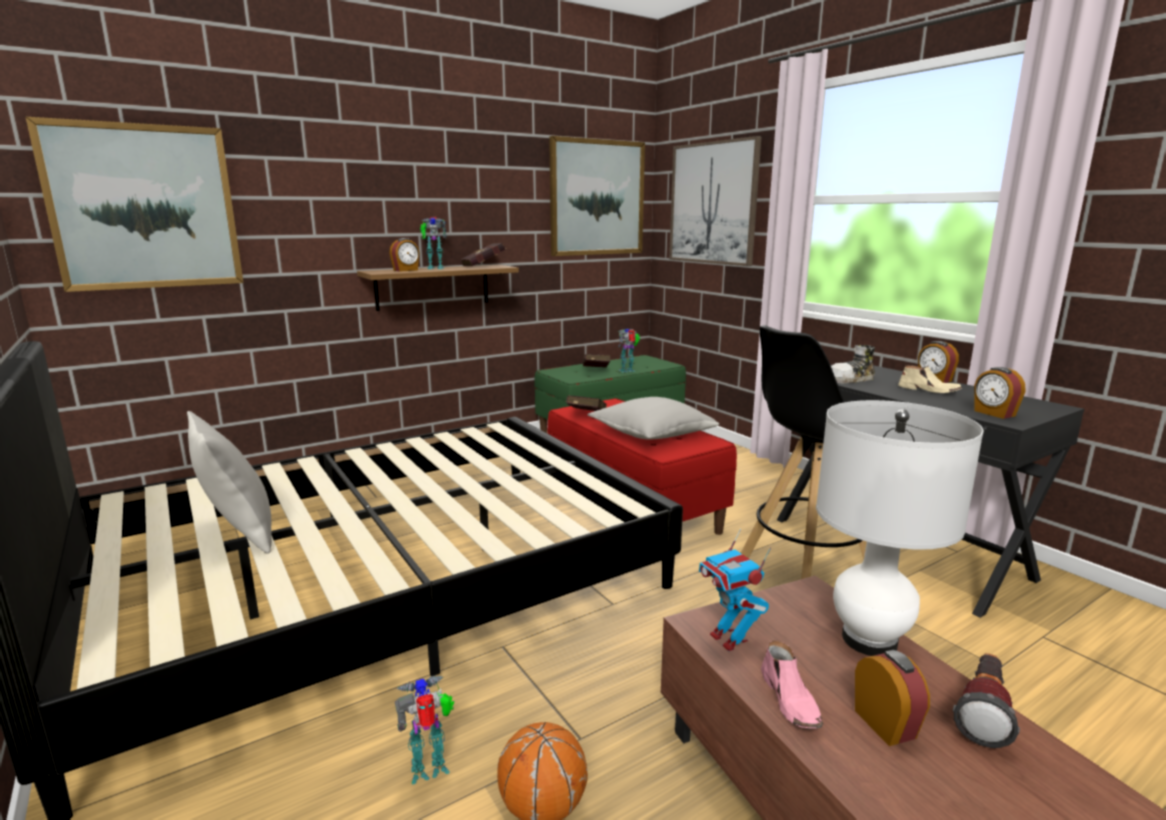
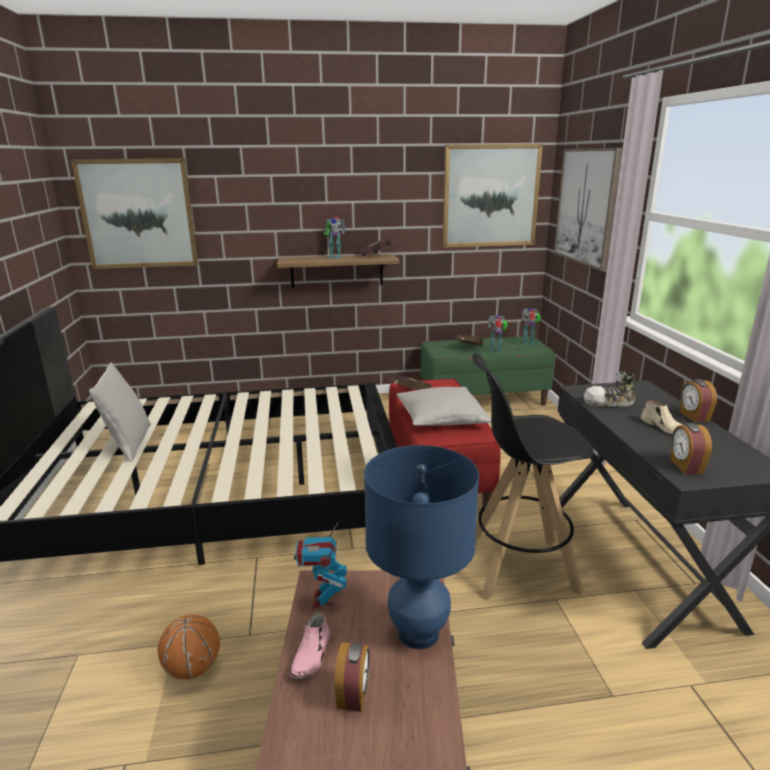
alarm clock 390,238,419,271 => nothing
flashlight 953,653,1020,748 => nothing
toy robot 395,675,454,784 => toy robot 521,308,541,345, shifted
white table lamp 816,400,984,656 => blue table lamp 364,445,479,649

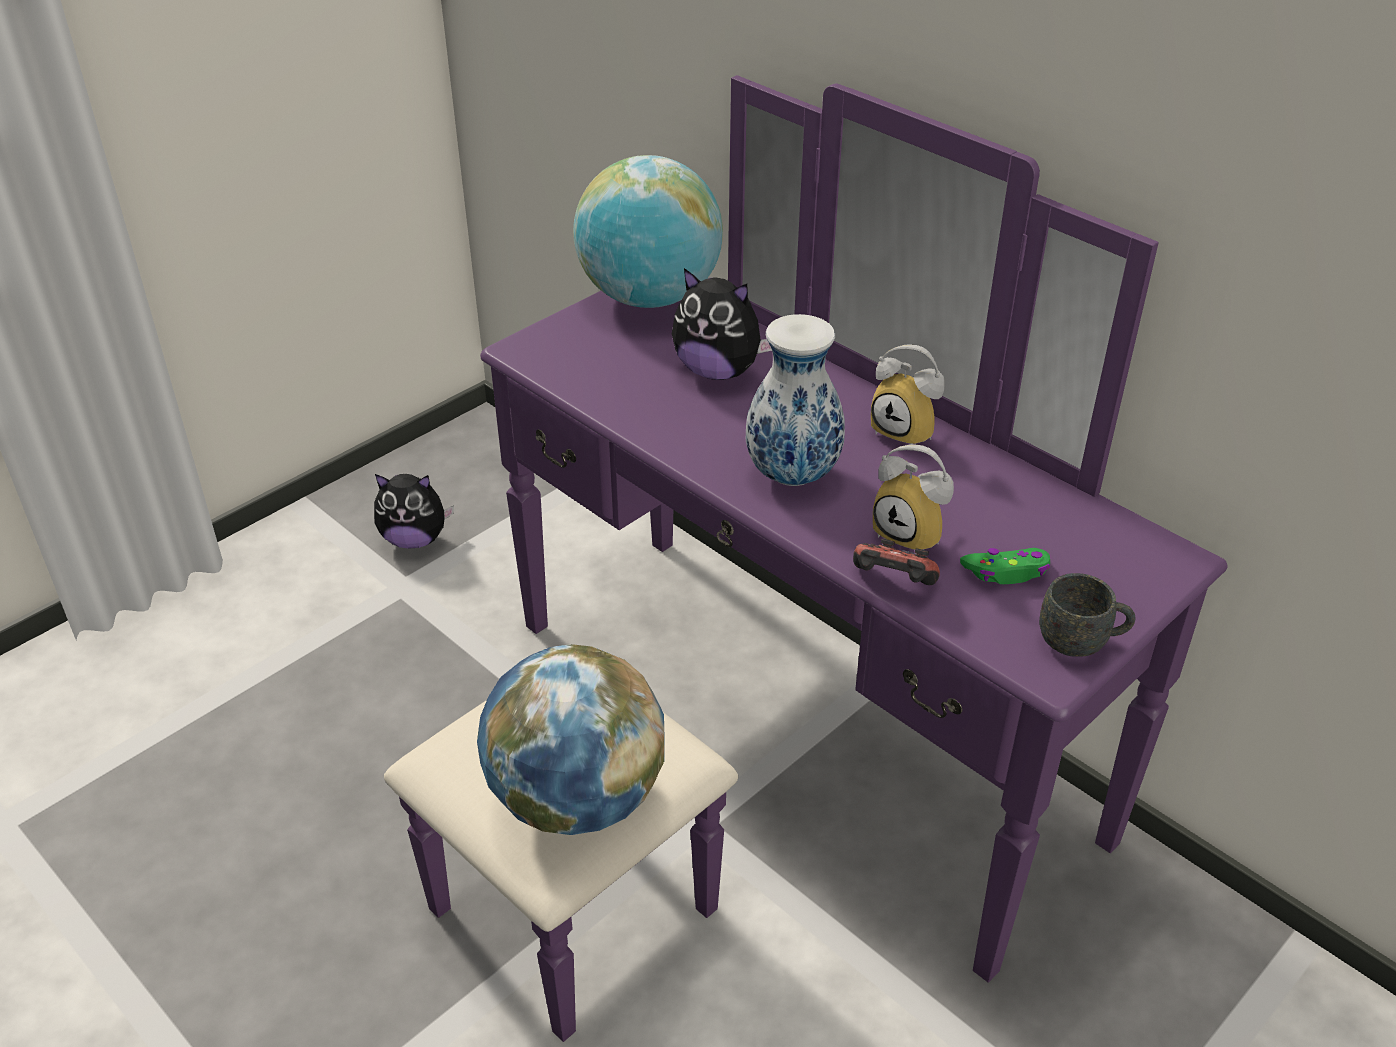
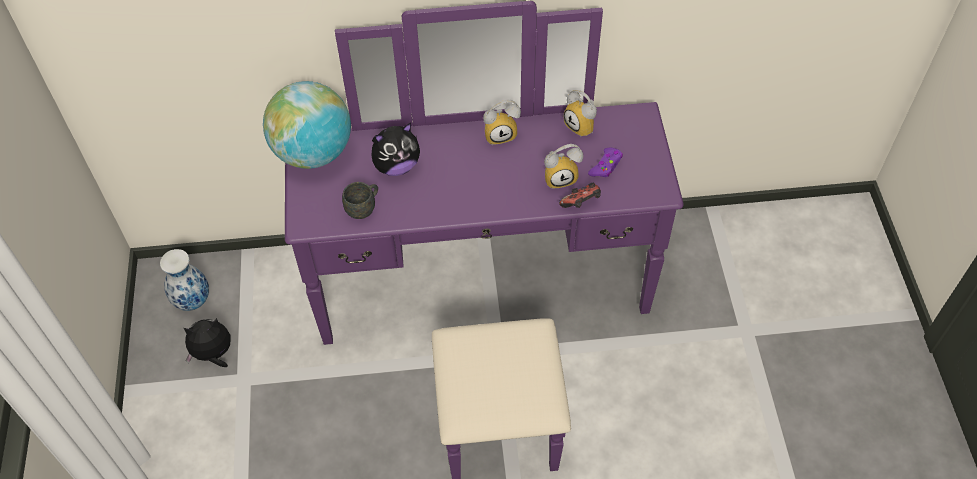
globe 477,644,664,835 => nothing
nothing => alarm clock 564,90,597,137
vase 746,314,845,486 => vase 160,249,209,311, shifted
grey mug 1039,573,1136,657 => grey mug 342,182,378,219, shifted
green game controller 960,548,1050,584 => purple game controller 588,148,623,177
plush toy 374,474,454,549 => plush toy 184,318,230,367, 150 degrees counterclockwise

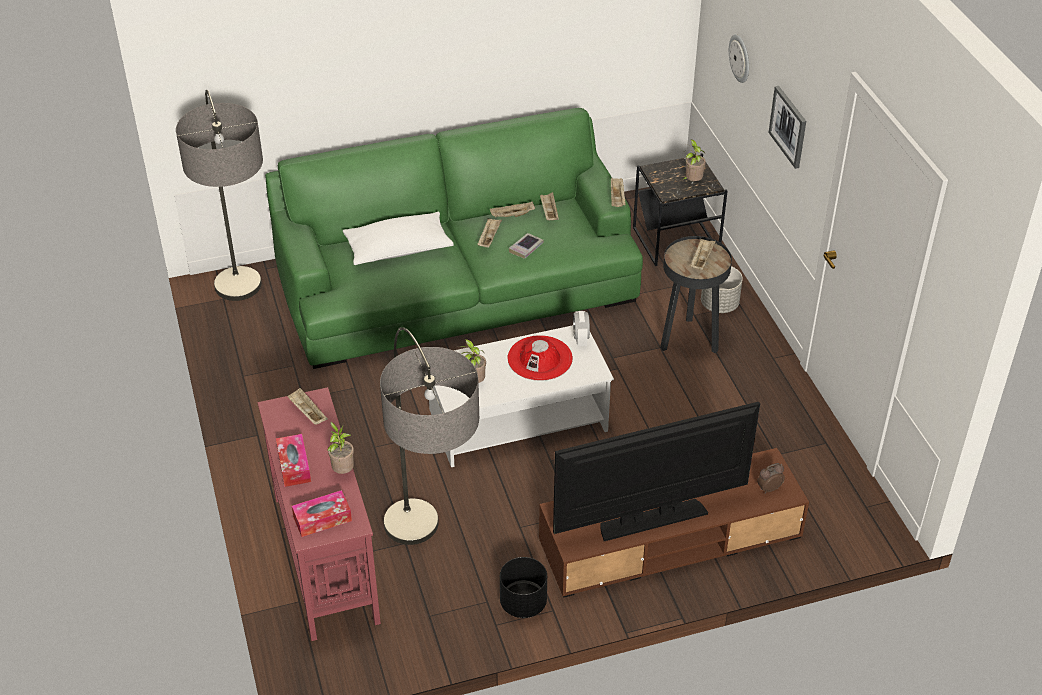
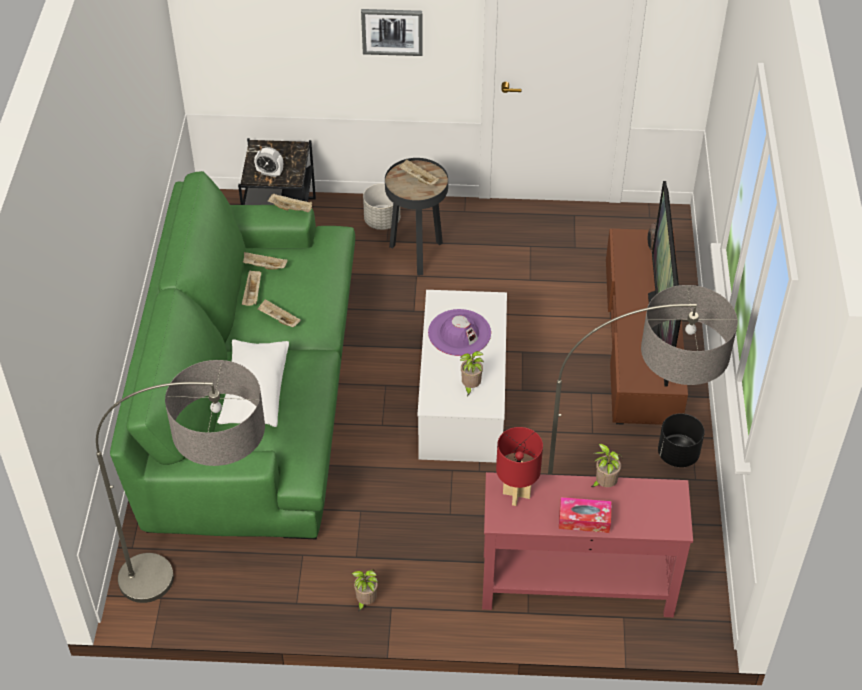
tissue box 292,490,352,537 => nothing
book 509,233,544,259 => nothing
wall clock 729,34,749,83 => nothing
alarm clock 573,311,590,346 => alarm clock 254,147,283,177, shifted
potted plant 682,139,706,181 => potted plant 351,569,378,612, shifted
beige tray 287,388,328,425 => red table lamp 496,427,543,506
red hat 508,335,573,381 => purple hat 428,309,491,356

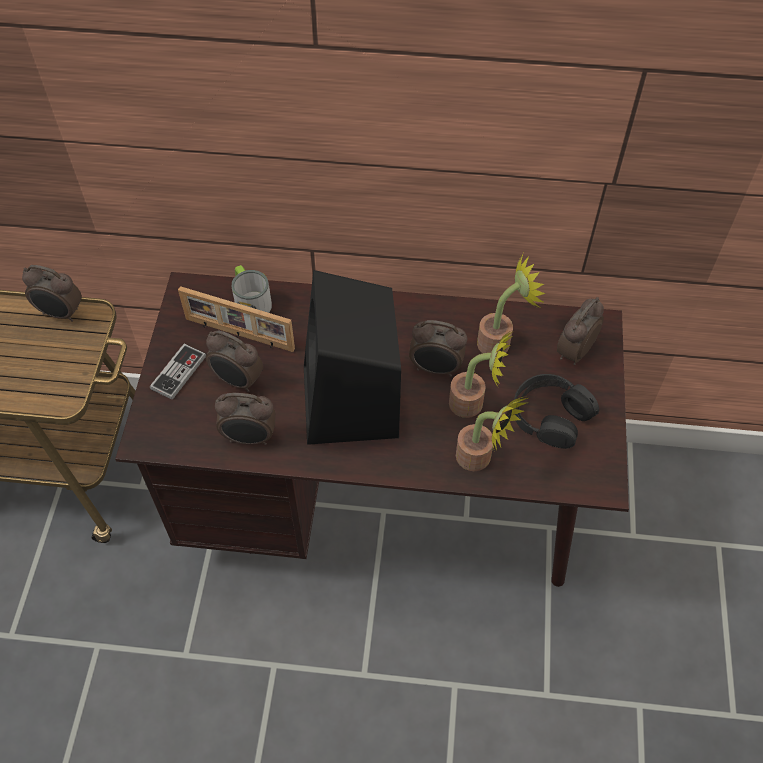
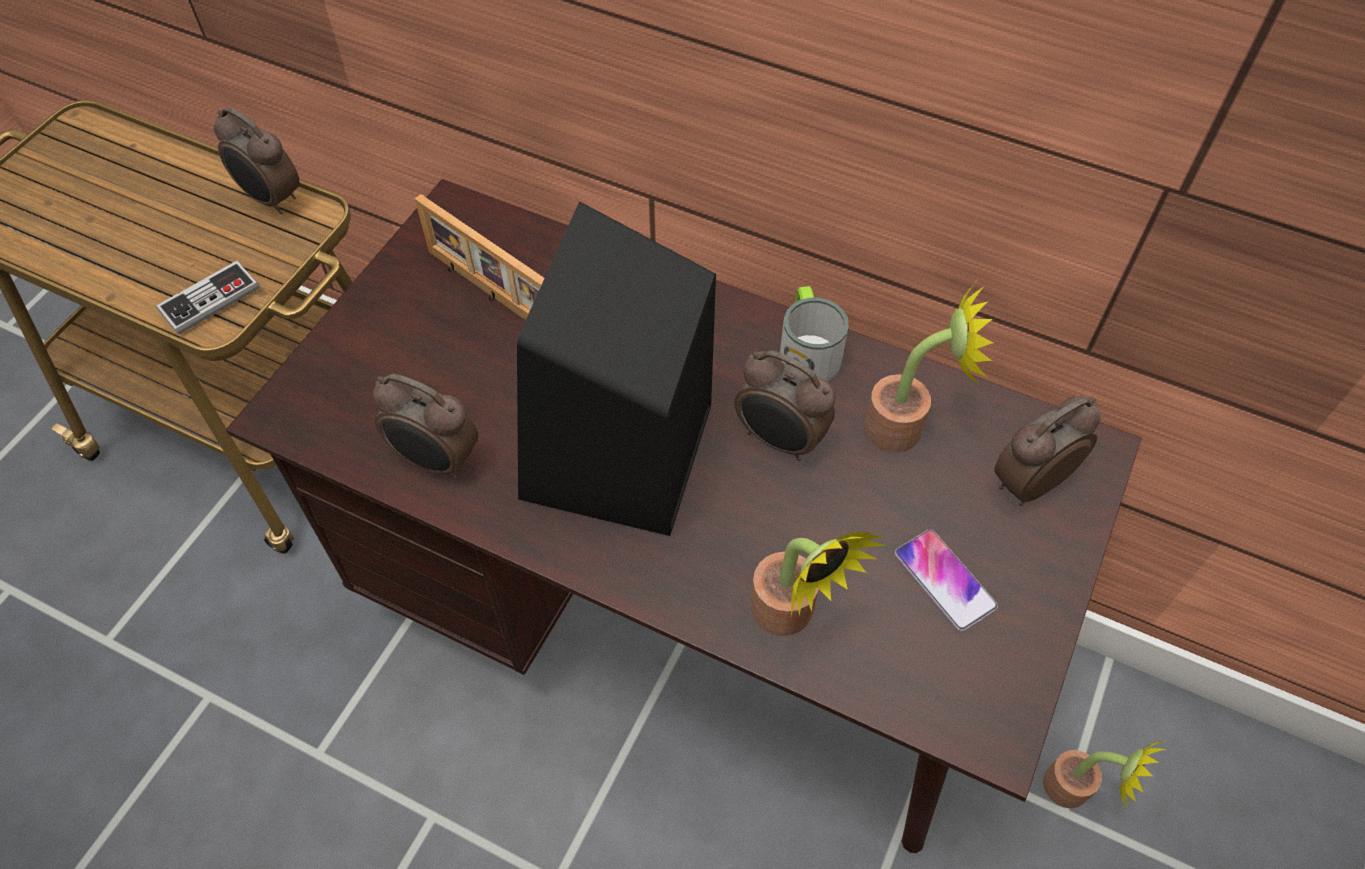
alarm clock 206,331,263,392 => nothing
game controller 150,344,206,400 => game controller 156,261,260,335, shifted
mug 232,265,272,313 => mug 780,286,849,382, shifted
potted plant 449,330,514,418 => potted plant 1043,739,1167,808, shifted
black headphones 514,374,599,449 => phone 895,529,998,632

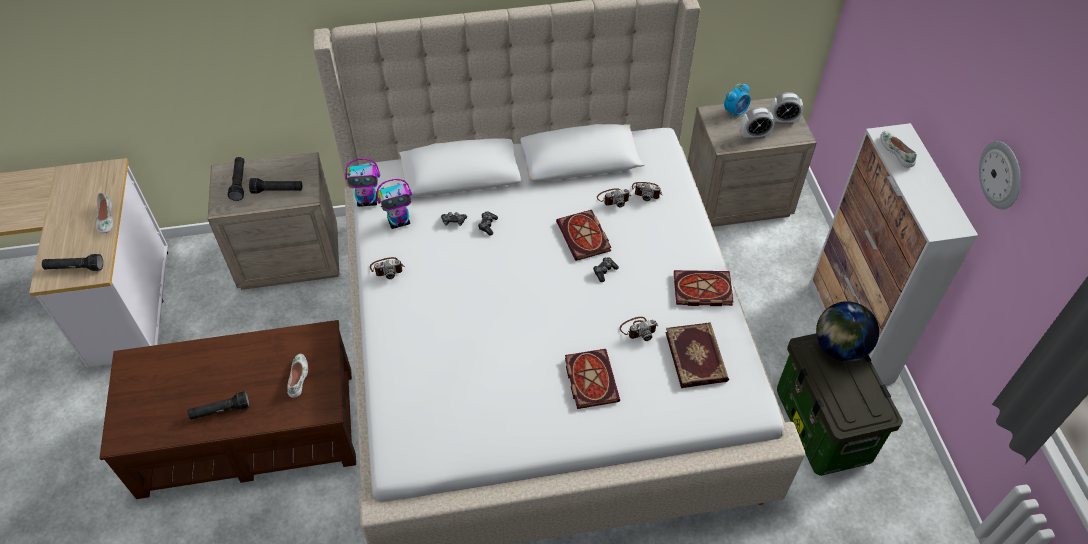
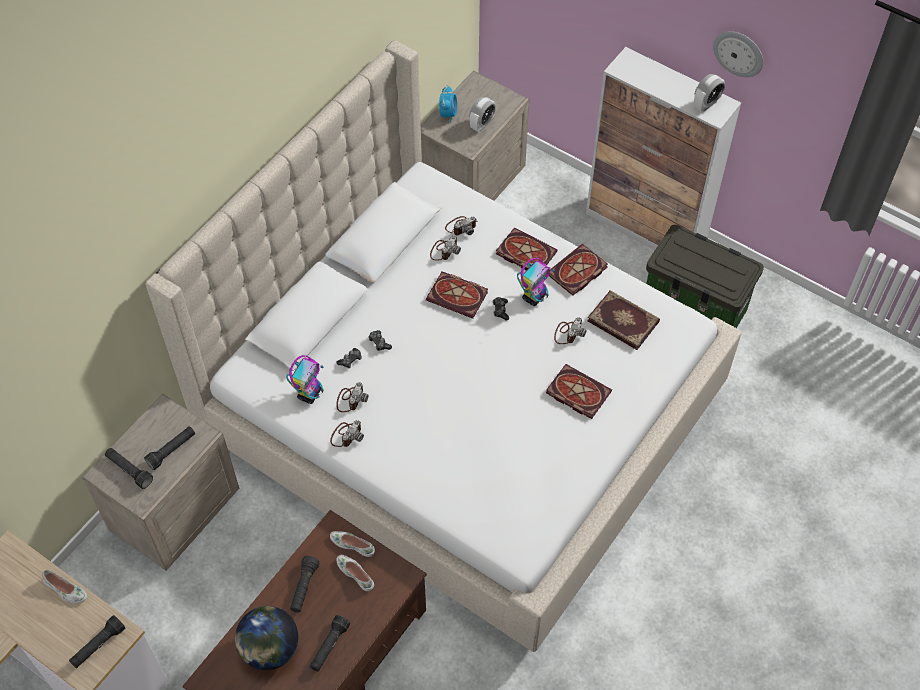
nothing => black flashlight 290,556,319,613
nothing => photo camera 336,382,369,412
nothing => book 496,227,558,270
toy robot 345,159,380,207 => toy robot 517,258,554,306, shifted
alarm clock 770,92,803,124 => alarm clock 694,74,725,112, shifted
globe 816,301,879,362 => globe 235,606,298,670, shifted
white shoe 880,131,917,168 => white shoe 330,531,375,557, shifted

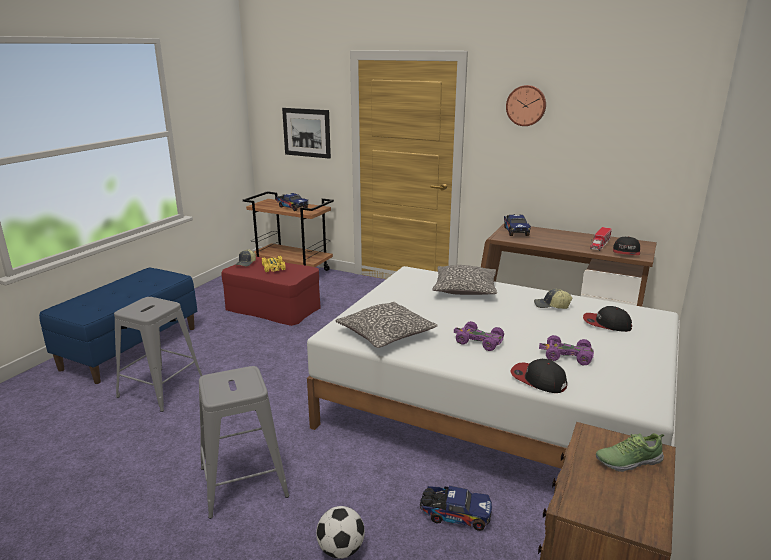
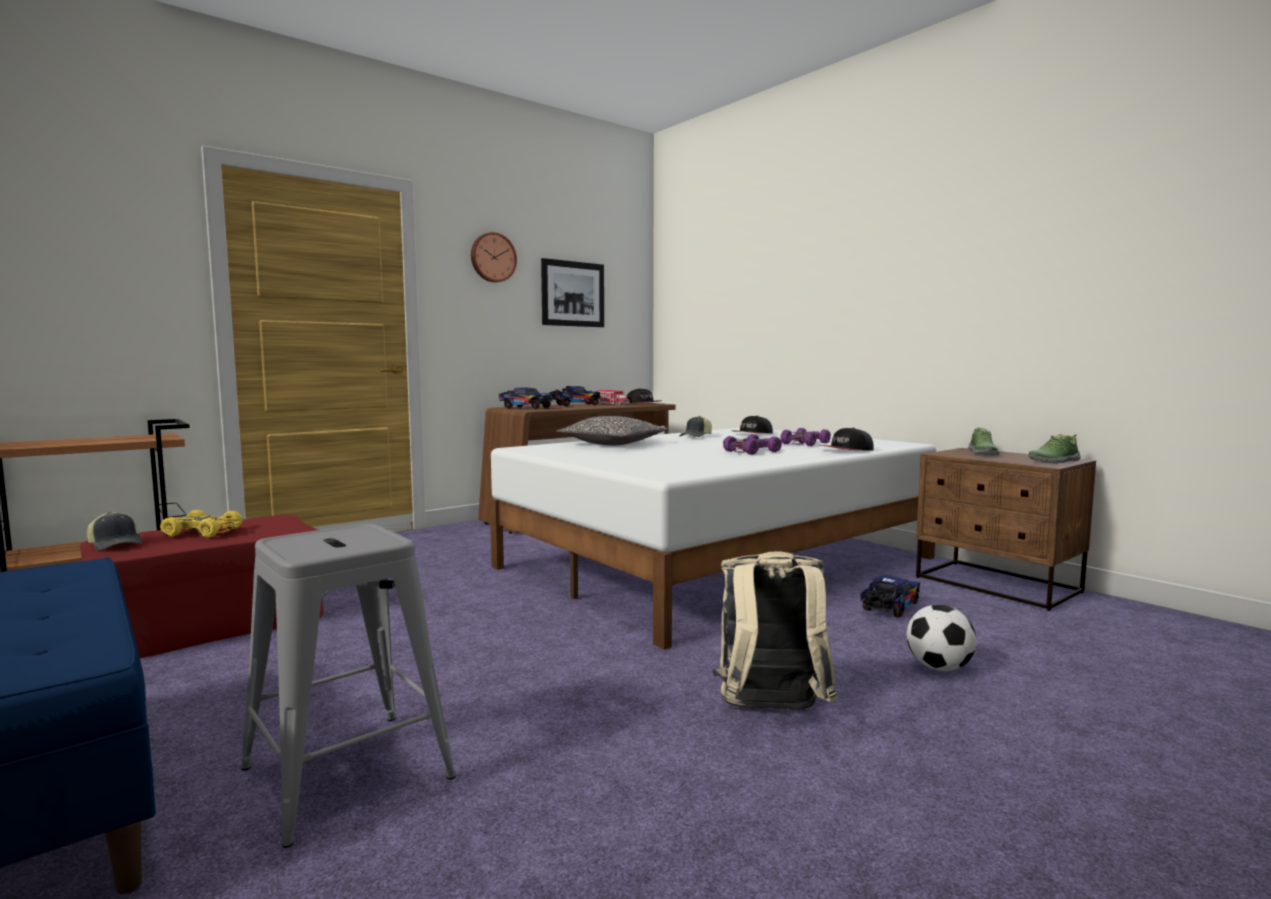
pillow 336,302,438,348 => nothing
nothing => shoe 1028,434,1081,464
toy truck 276,193,309,211 => toy truck 550,386,601,406, shifted
picture 282,108,331,159 => picture 541,258,604,327, shifted
grey stool 199,366,289,519 => beige backpack 712,551,838,710

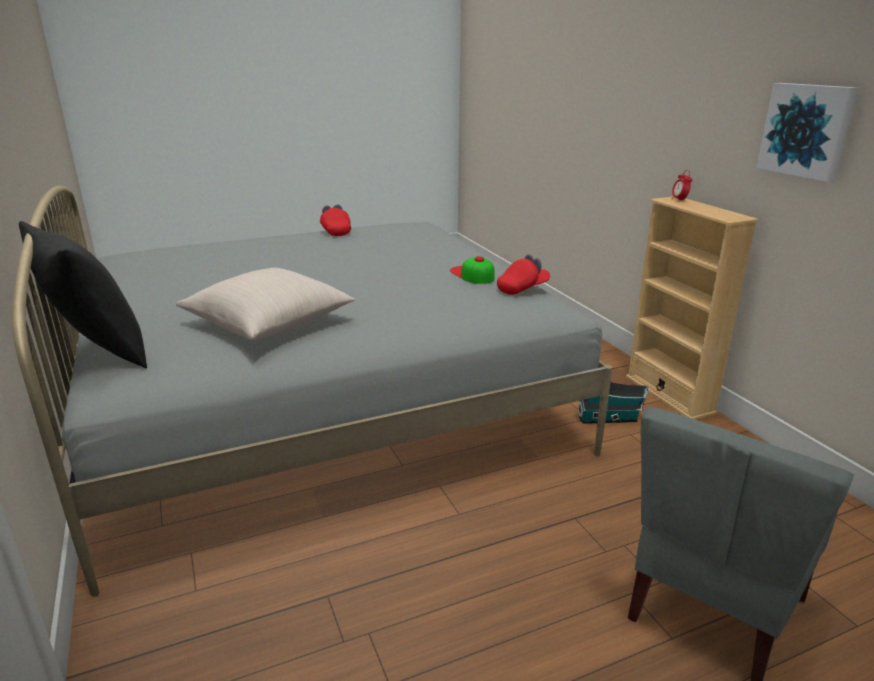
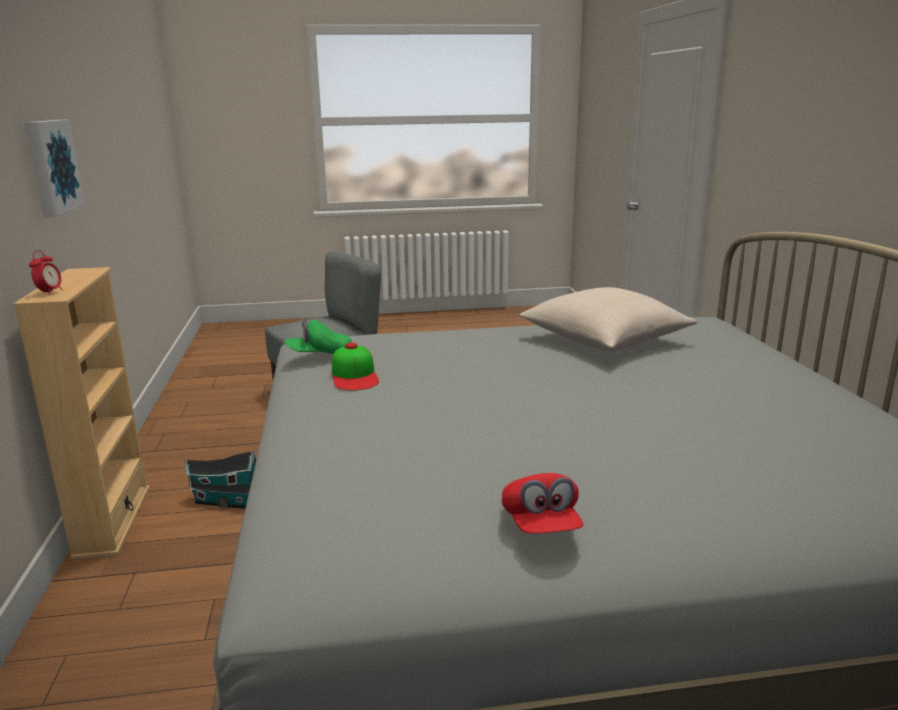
black pillow 19,221,147,368 => nothing
red cap 497,254,550,295 => green cap 284,317,352,354

